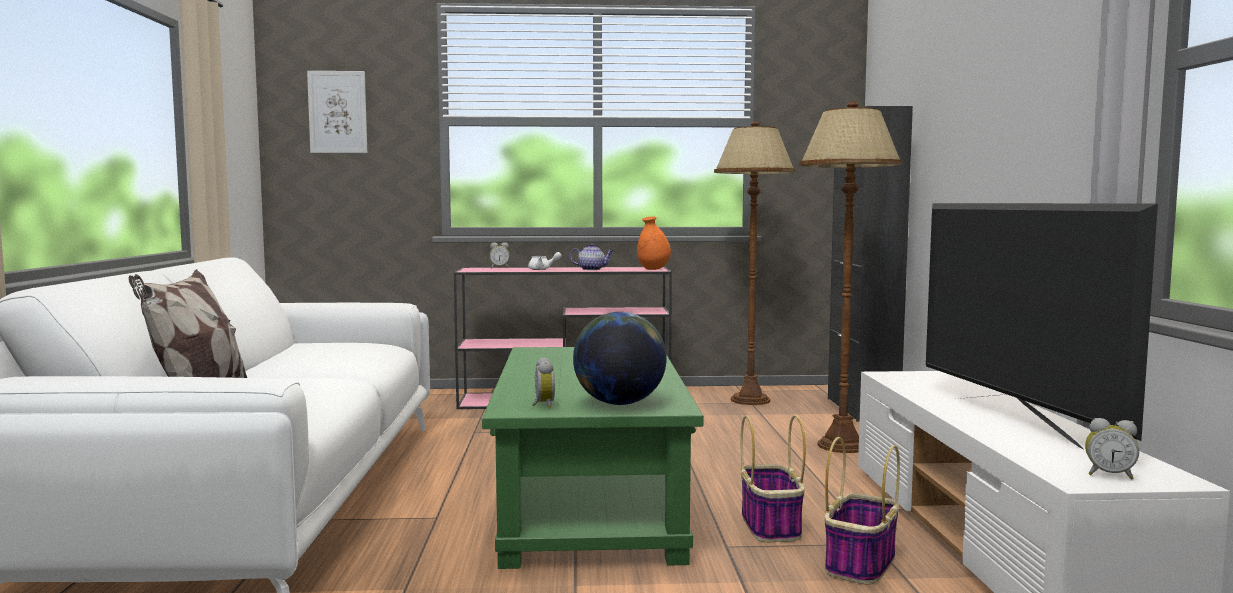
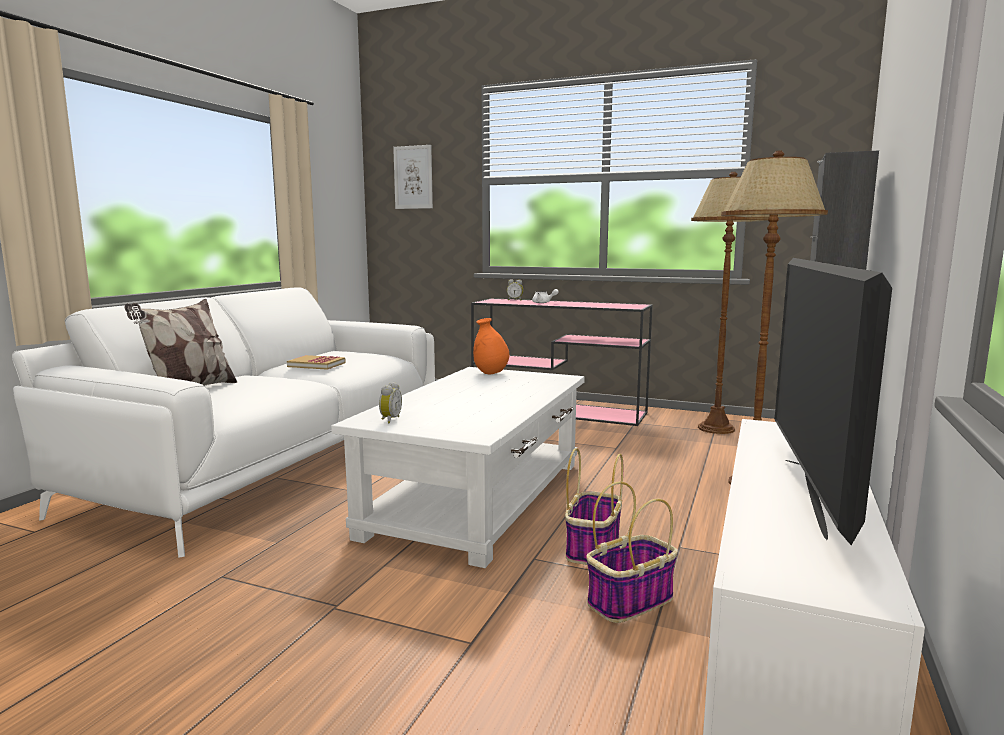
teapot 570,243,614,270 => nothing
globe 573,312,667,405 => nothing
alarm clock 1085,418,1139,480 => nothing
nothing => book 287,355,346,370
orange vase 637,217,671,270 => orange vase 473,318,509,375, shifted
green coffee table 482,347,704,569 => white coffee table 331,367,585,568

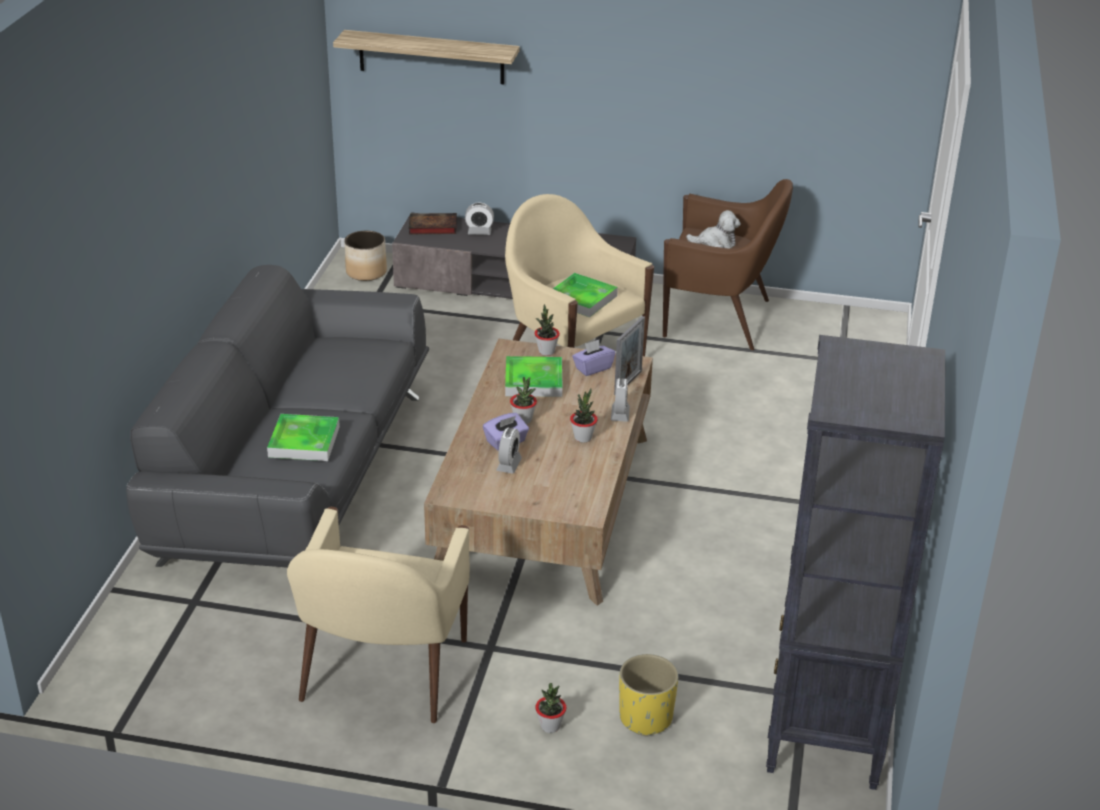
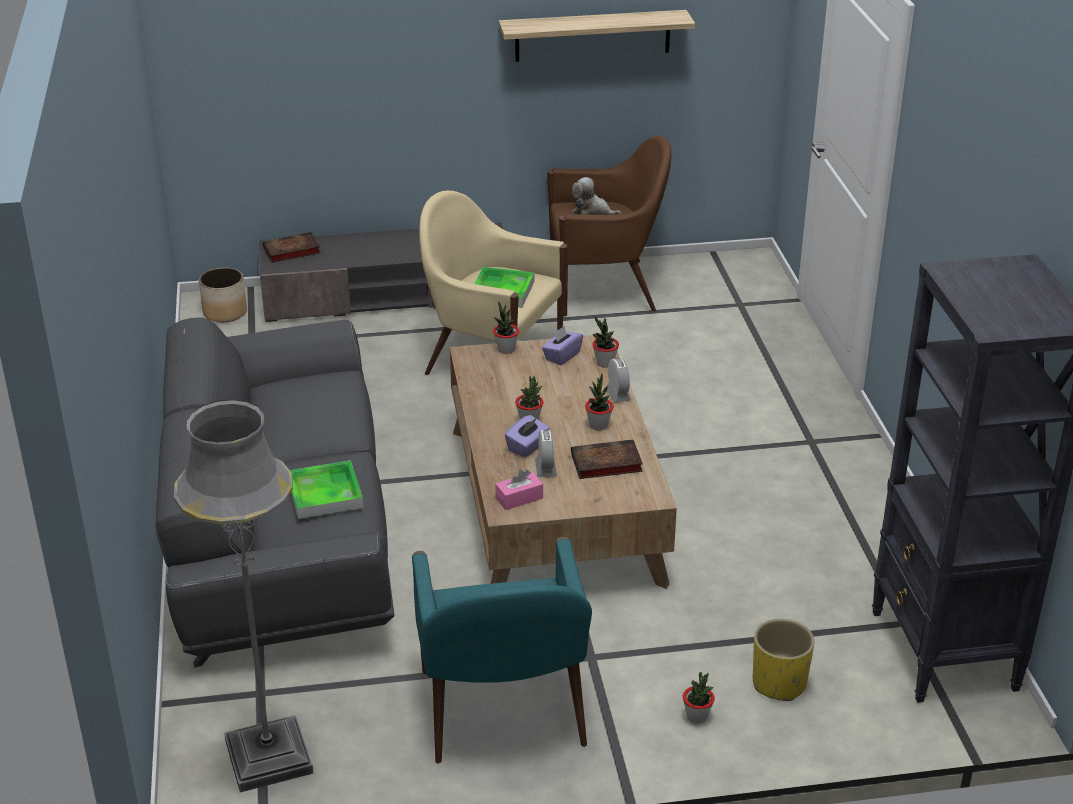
alarm clock 465,202,494,235 => nothing
tray 505,356,563,397 => nothing
nothing => grey floor lamp 174,399,314,792
nothing => pink tissue box 495,470,543,510
nothing => book 571,439,643,479
shelf 333,30,520,84 => shelf 499,10,695,62, shifted
picture frame 614,316,645,395 => potted plant 592,316,619,368
beige armchair 287,507,470,723 => turquoise armchair 412,537,592,764
plush toy 686,210,741,248 => plush toy 572,177,621,215, 135 degrees counterclockwise

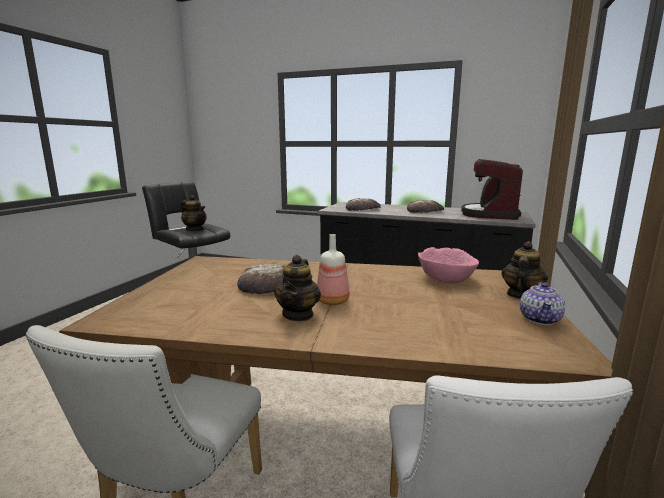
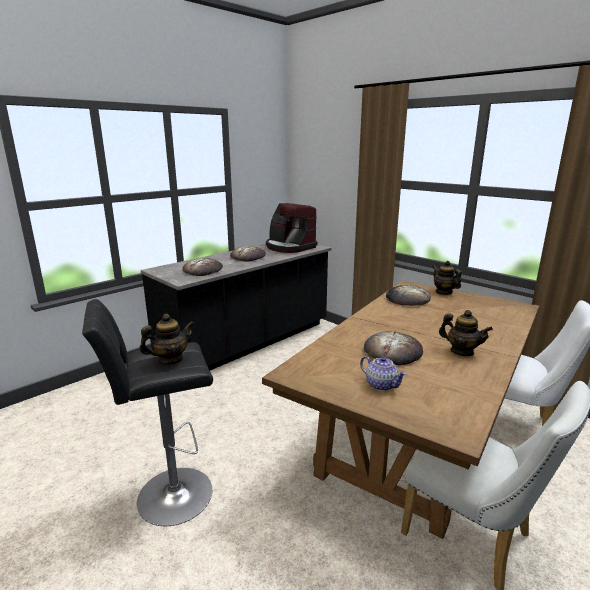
bottle 317,234,350,305 => nothing
teapot 520,282,565,325 => teapot 360,356,407,391, shifted
pink bowl 418,247,479,283 => bread 386,285,431,306

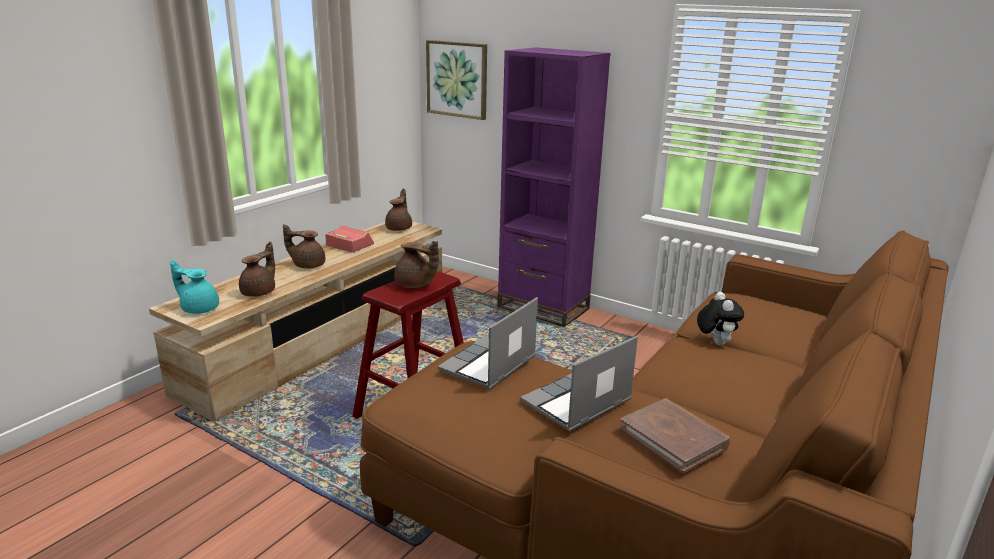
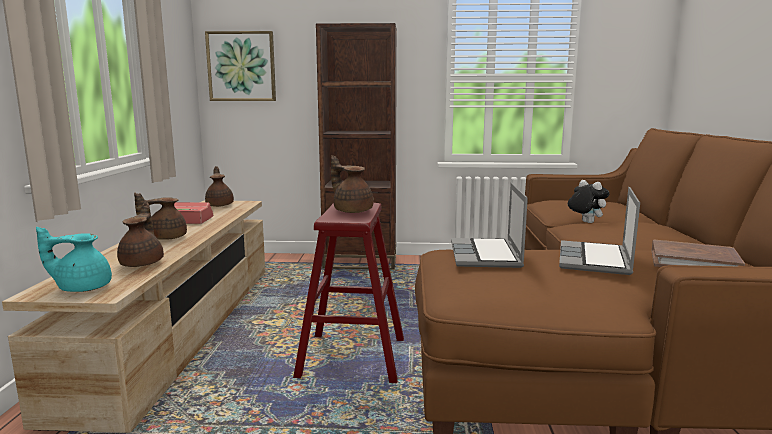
purple bookcase 497,47,611,327 => brown bookcase 316,23,397,270
brown teapot 394,241,439,288 => brown teapot 331,155,373,213, 135 degrees counterclockwise

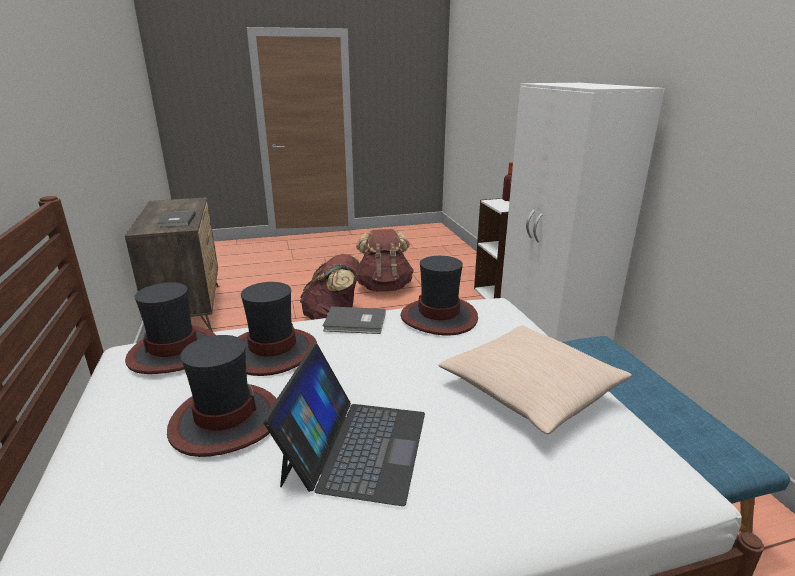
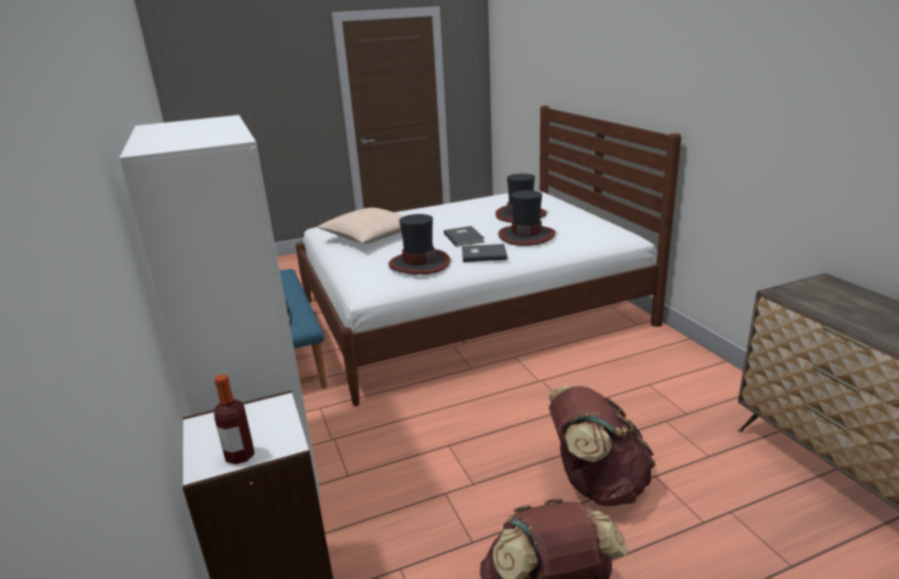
hat 125,282,216,374 => nothing
laptop 263,343,425,506 => nothing
grey book 157,211,196,227 => grey book 444,226,484,247, shifted

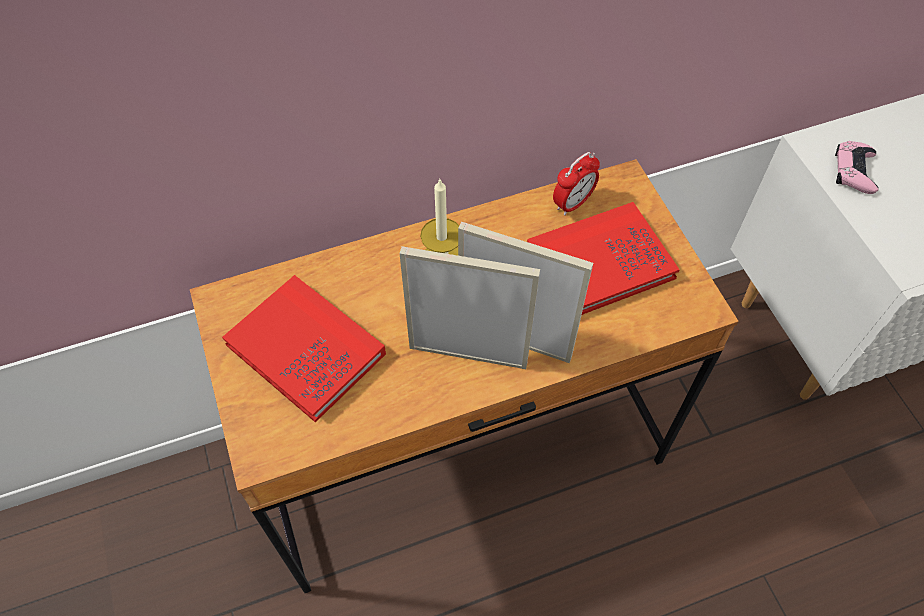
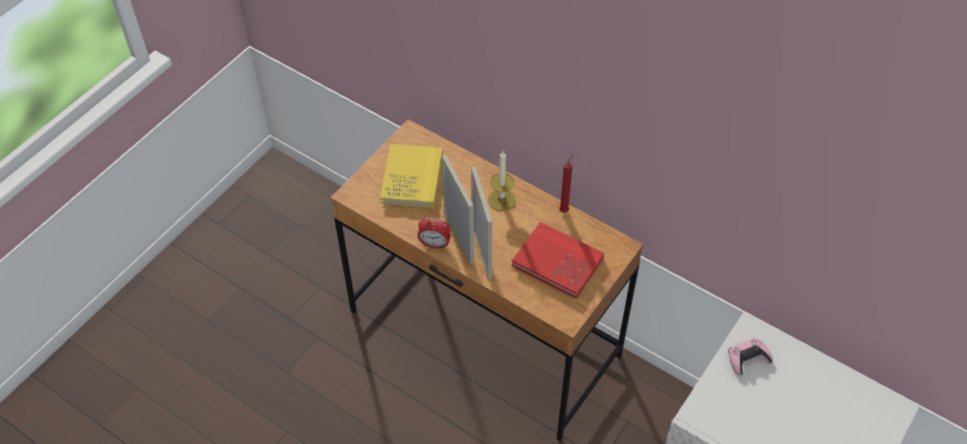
nothing => red candle 559,155,573,213
alarm clock 553,152,600,216 => alarm clock 417,218,451,249, shifted
red book 222,275,386,422 => yellow book 380,144,443,208

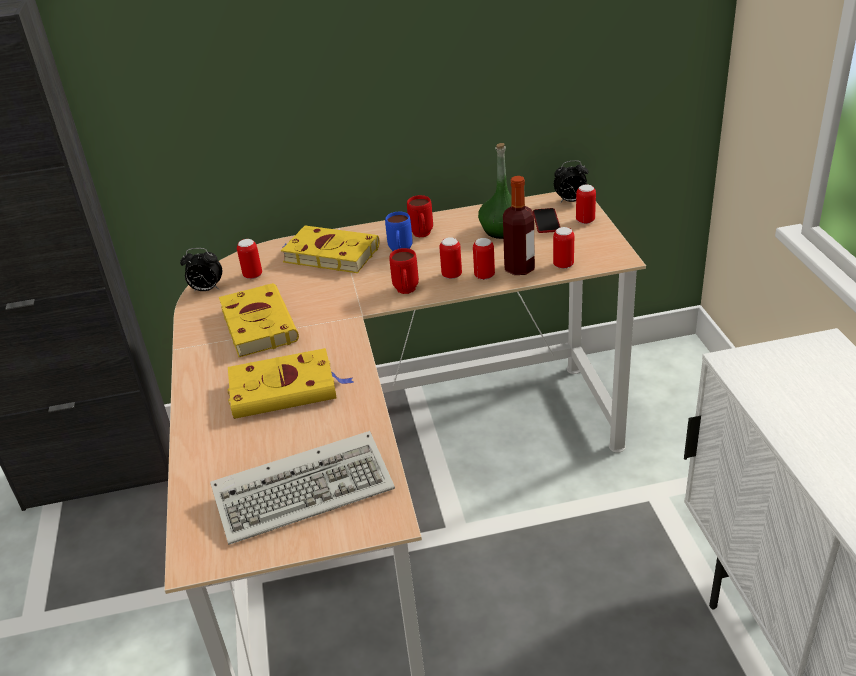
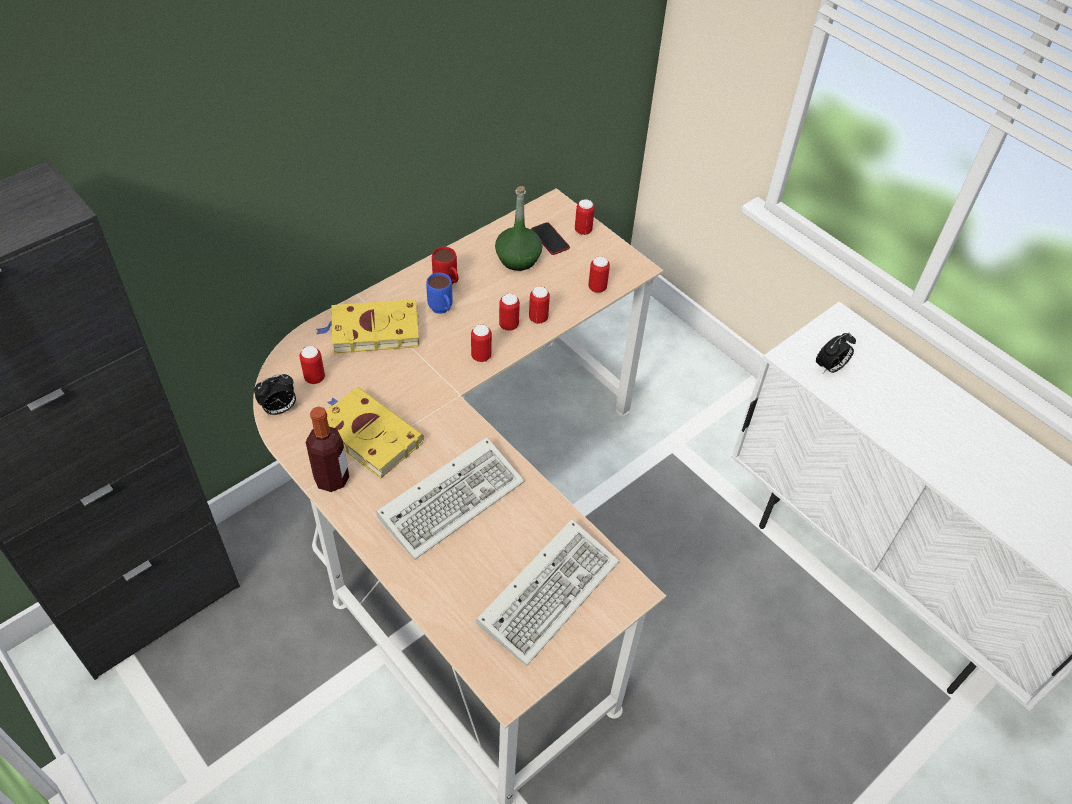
bottle 503,176,535,275 => bottle 305,406,349,492, shifted
alarm clock 554,160,588,203 => alarm clock 816,332,856,374, shifted
yellow book 228,348,354,419 => keyboard 376,437,524,560
red mug 389,248,419,294 => can 471,324,492,362

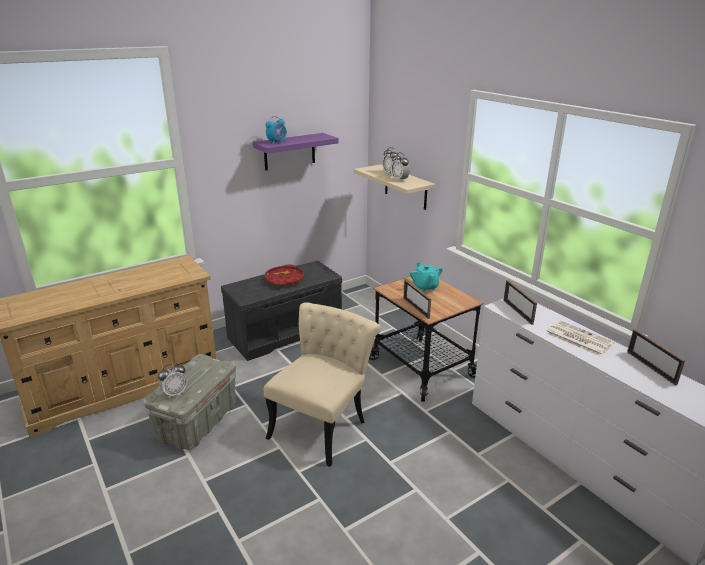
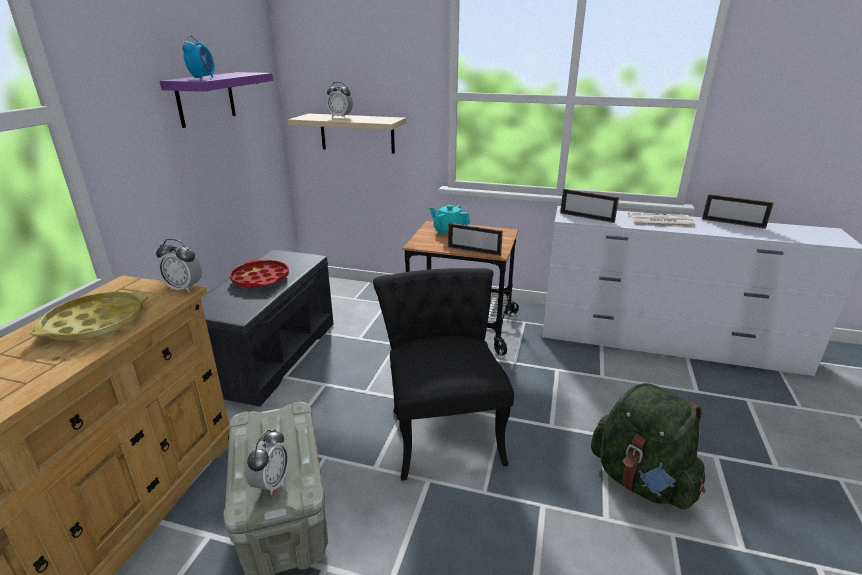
nothing => yellow tray 29,292,148,341
nothing => green backpack 591,383,706,510
alarm clock 391,153,410,182 => alarm clock 156,239,202,293, shifted
beige chair 264,302,381,467 => black chair 373,268,514,481

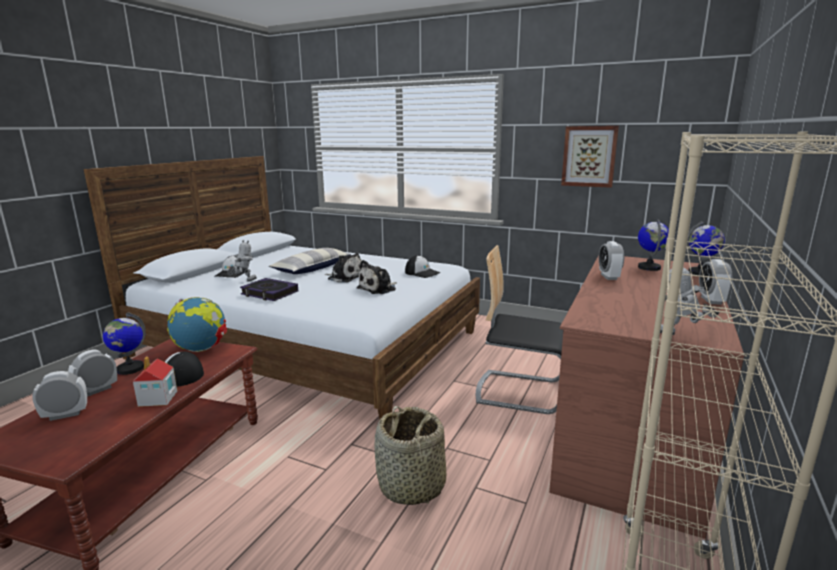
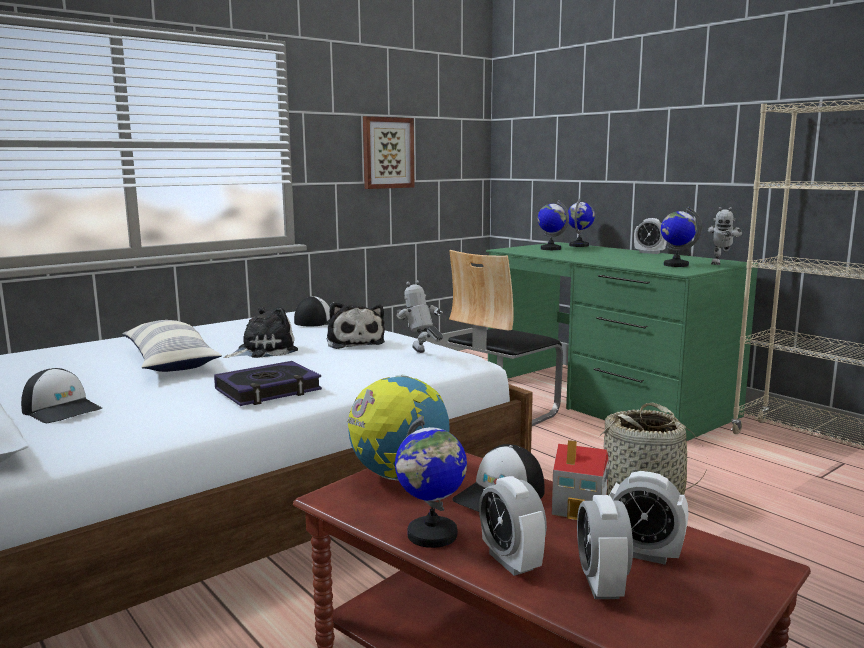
nothing => globe 661,207,702,267
toy robot 227,240,257,282 => toy robot 397,280,443,353, shifted
alarm clock 599,241,624,280 => alarm clock 609,471,689,565, shifted
brown desk 549,255,744,539 => green desk 486,242,758,441

